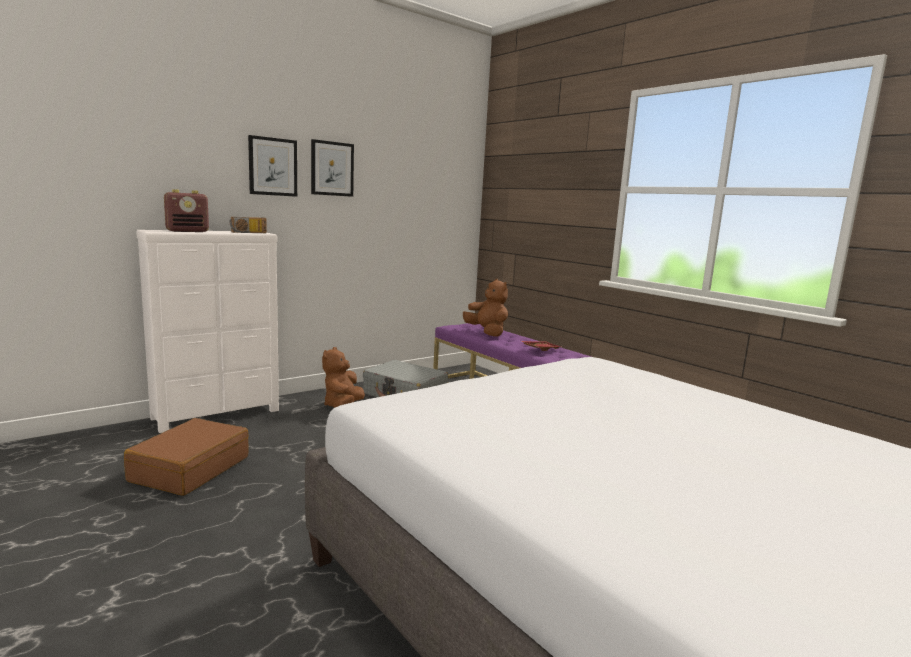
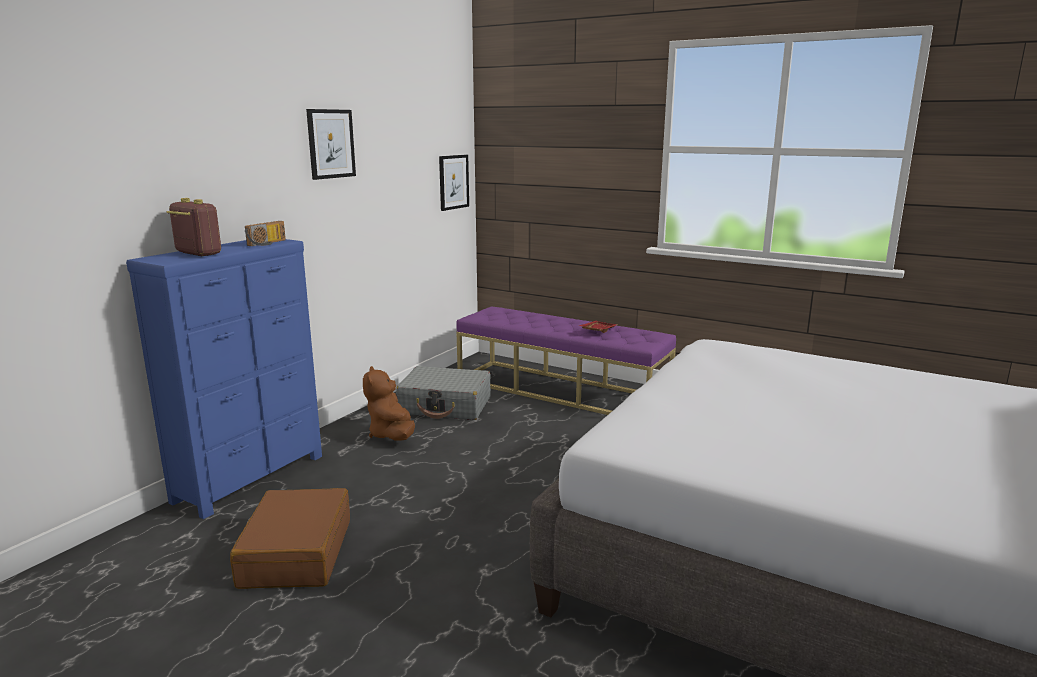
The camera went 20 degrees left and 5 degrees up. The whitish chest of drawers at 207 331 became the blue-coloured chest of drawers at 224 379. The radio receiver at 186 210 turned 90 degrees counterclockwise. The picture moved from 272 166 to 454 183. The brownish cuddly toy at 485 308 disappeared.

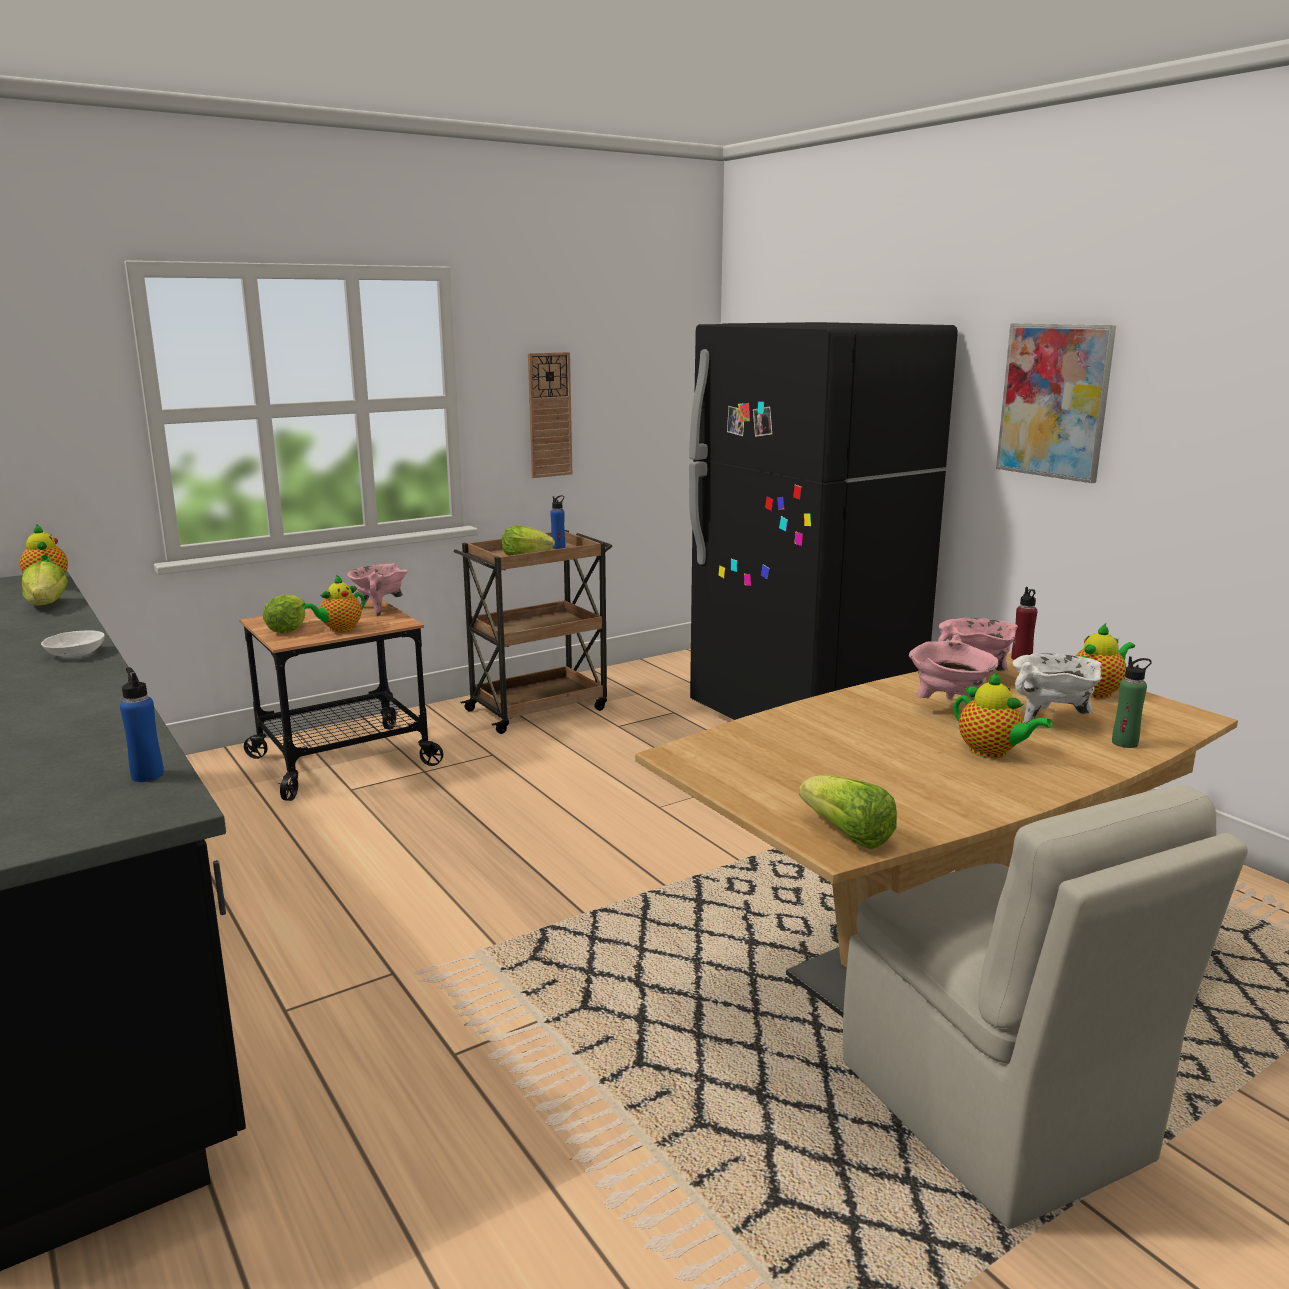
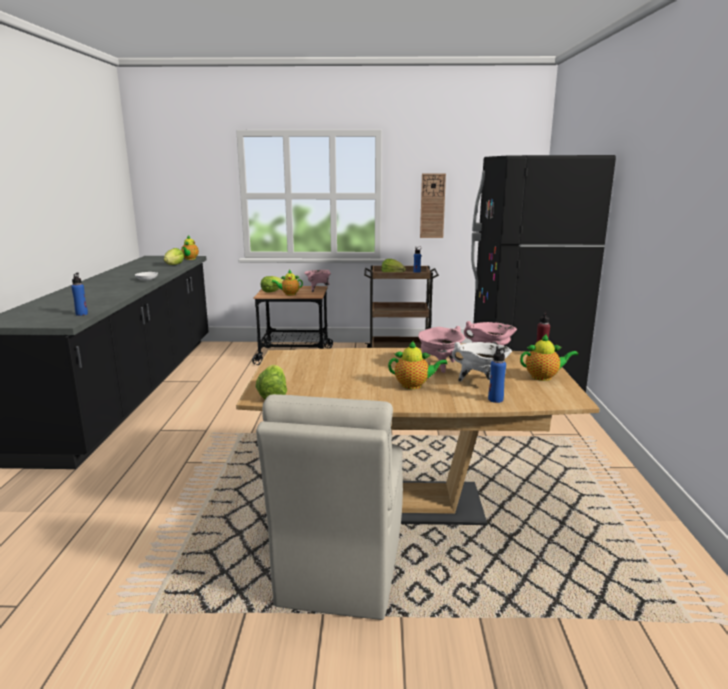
The camera went 35 degrees right and 0 degrees up. The teapot at 1003 715 turned 75 degrees counterclockwise. The picture at 1056 403 disappeared. The green beverage bottle at 1132 702 became the blue-coloured beverage bottle at 497 374.

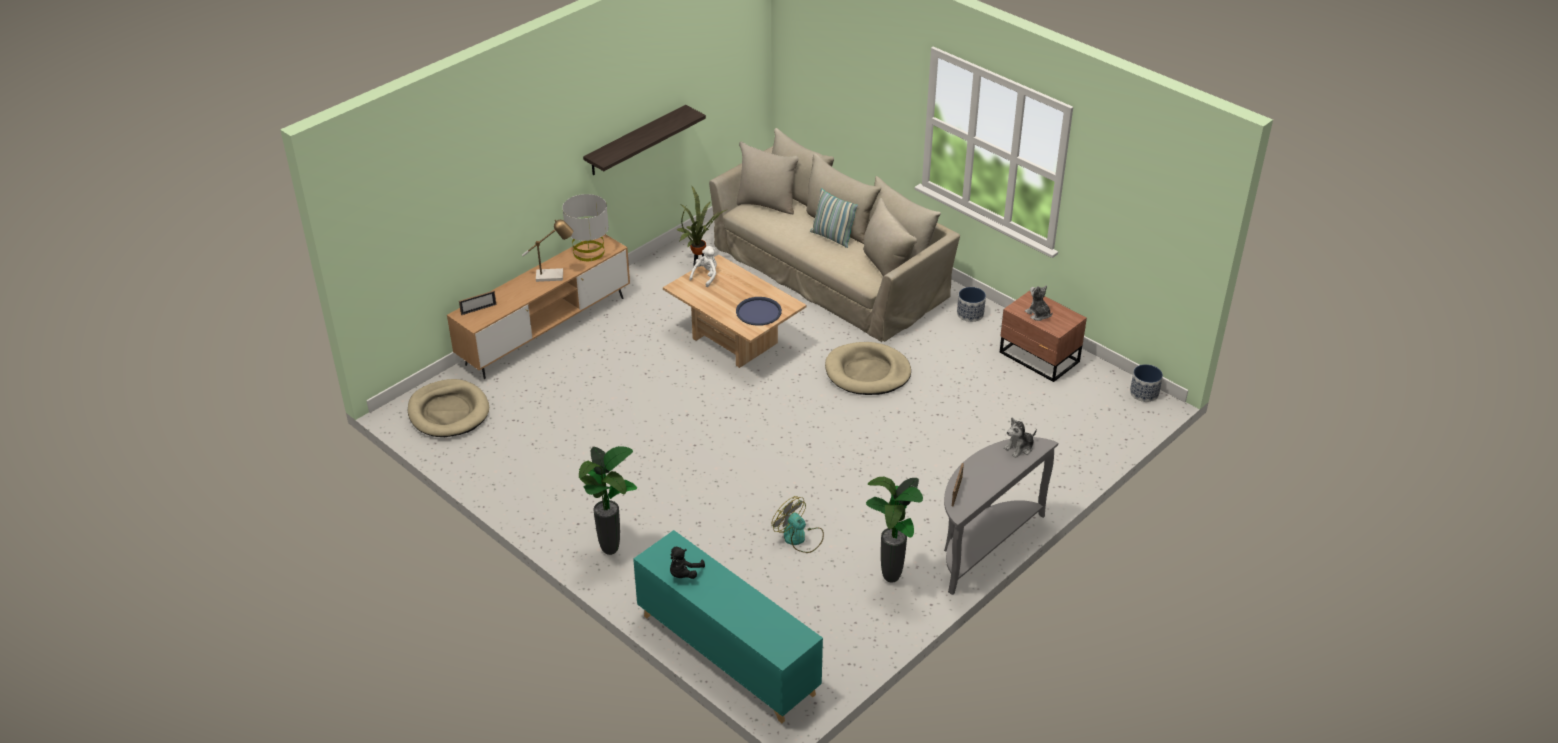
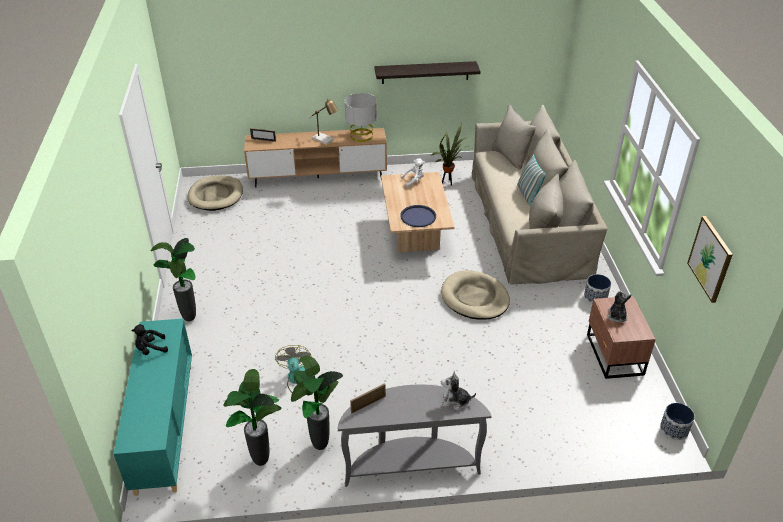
The camera went 40 degrees right and 0 degrees up. The plant in a pot at 252 417 appeared. The picture at 710 259 appeared.

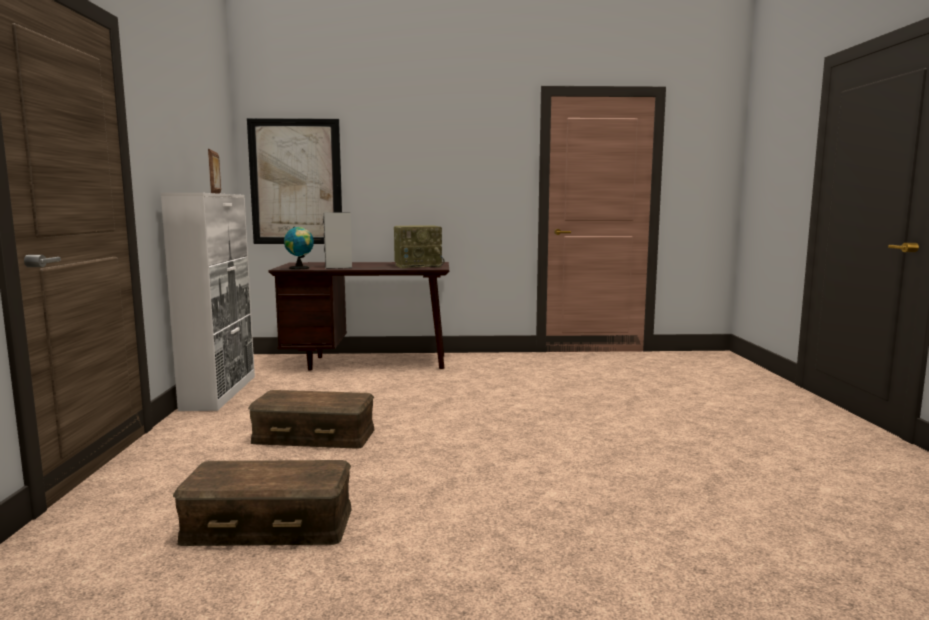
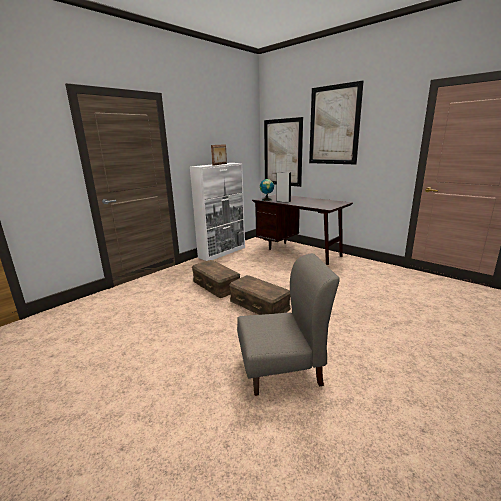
The camera went 45 degrees right and 10 degrees up. The brownish storage bin moved from 262 503 to 260 295. The radio receiver at 419 247 disappeared. The grey chair at 288 324 appeared. The picture at 336 122 appeared.

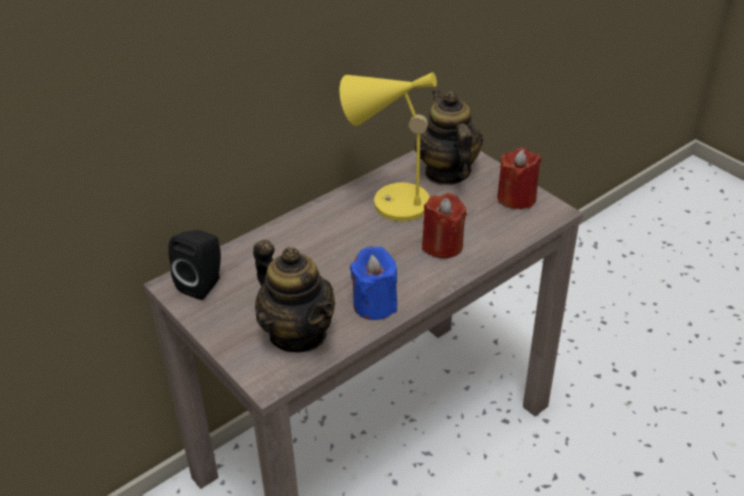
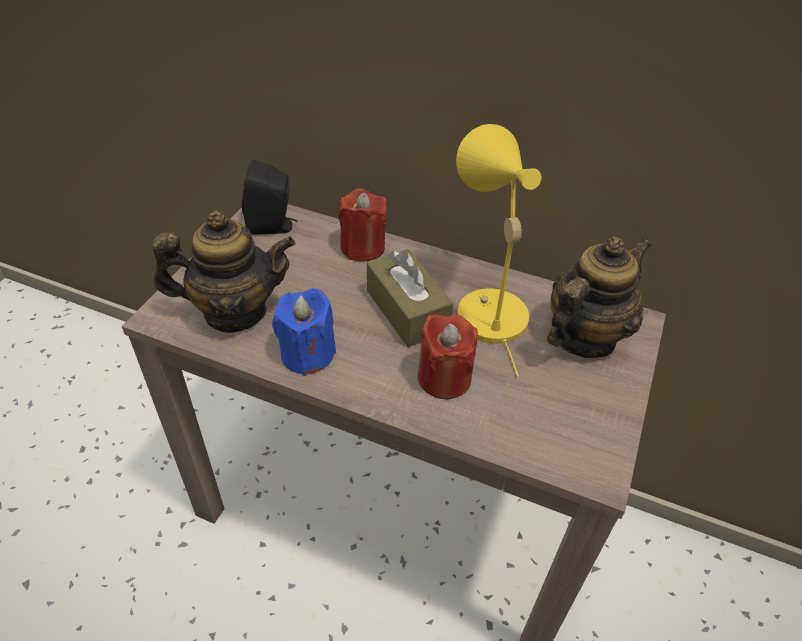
The camera went 60 degrees right and 5 degrees up. The teapot at 294 296 turned 120 degrees counterclockwise. The red wax light moved from 519 178 to 362 224. The brownish box of tissues at 410 298 appeared.

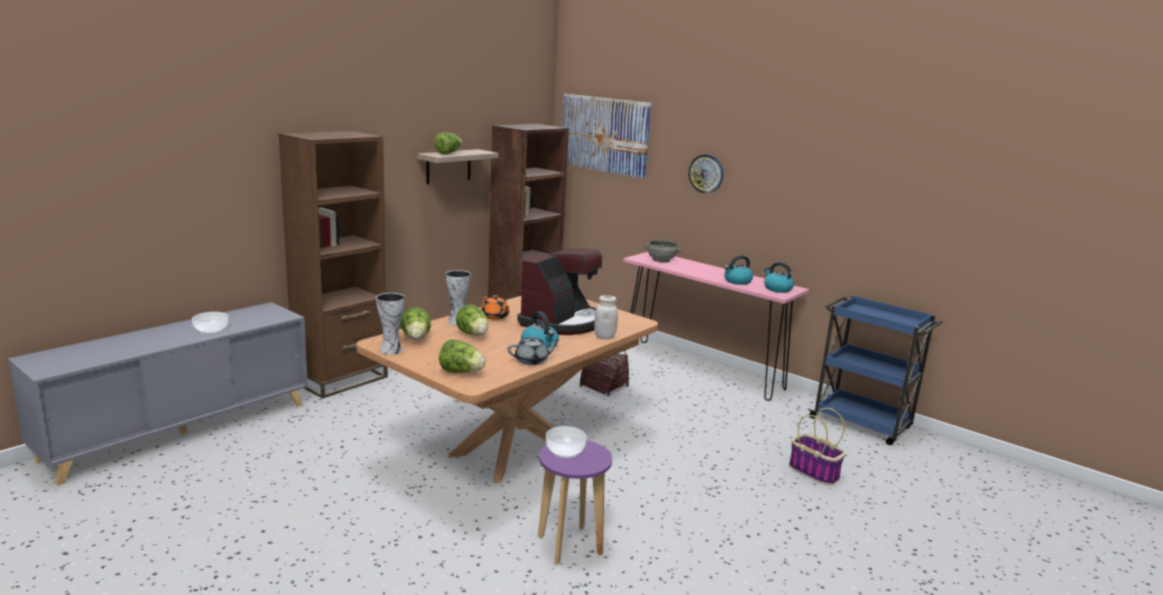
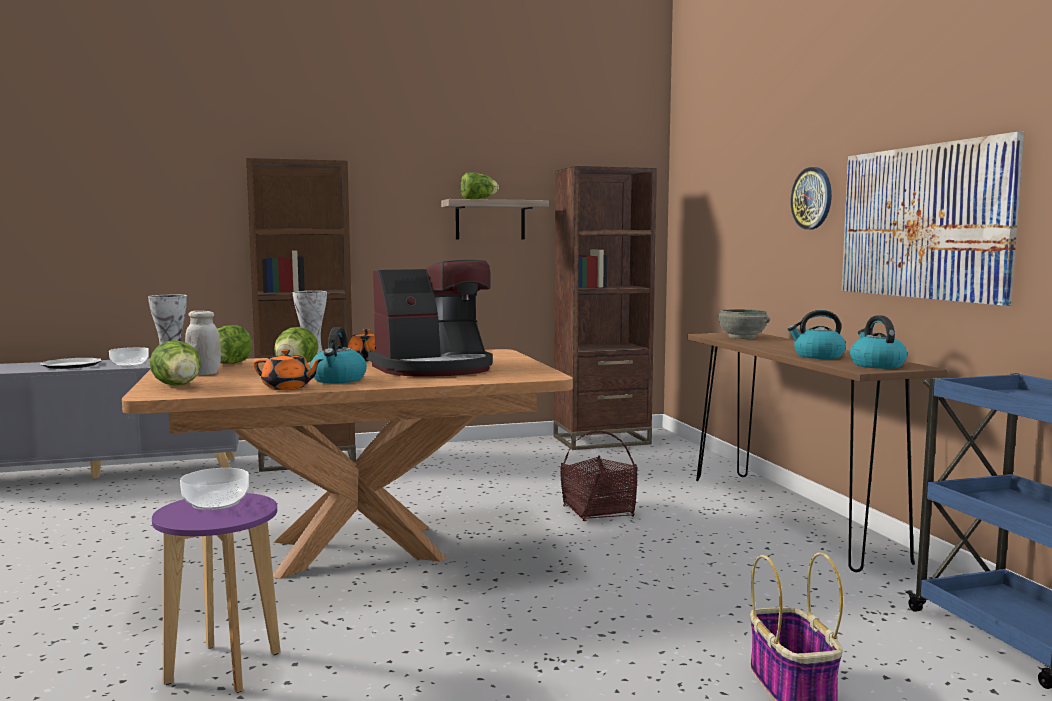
The camera went 35 degrees right and 10 degrees down. The grey teapot at 533 350 became the orange teapot at 289 369. The picture moved from 607 136 to 932 219. The whitish jar moved from 606 317 to 203 342. The pink-coloured hall table at 716 326 became the brownish hall table at 817 452. The flat dish at 71 363 appeared.

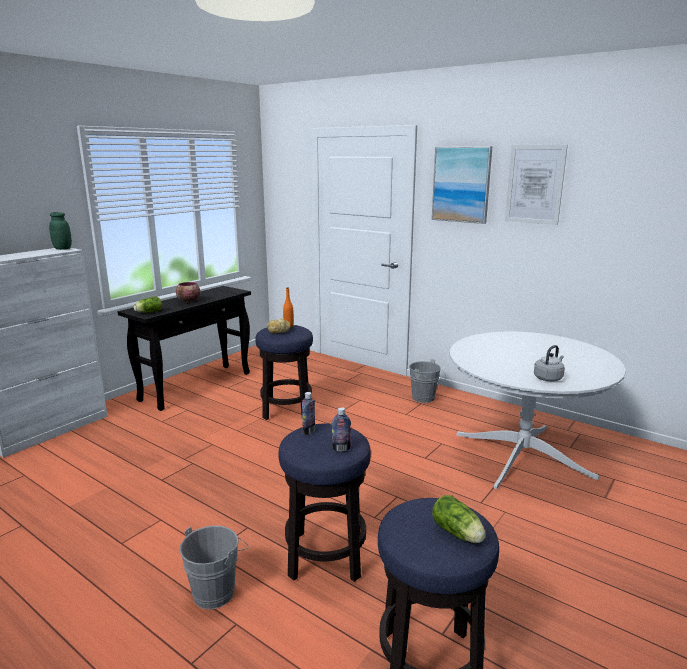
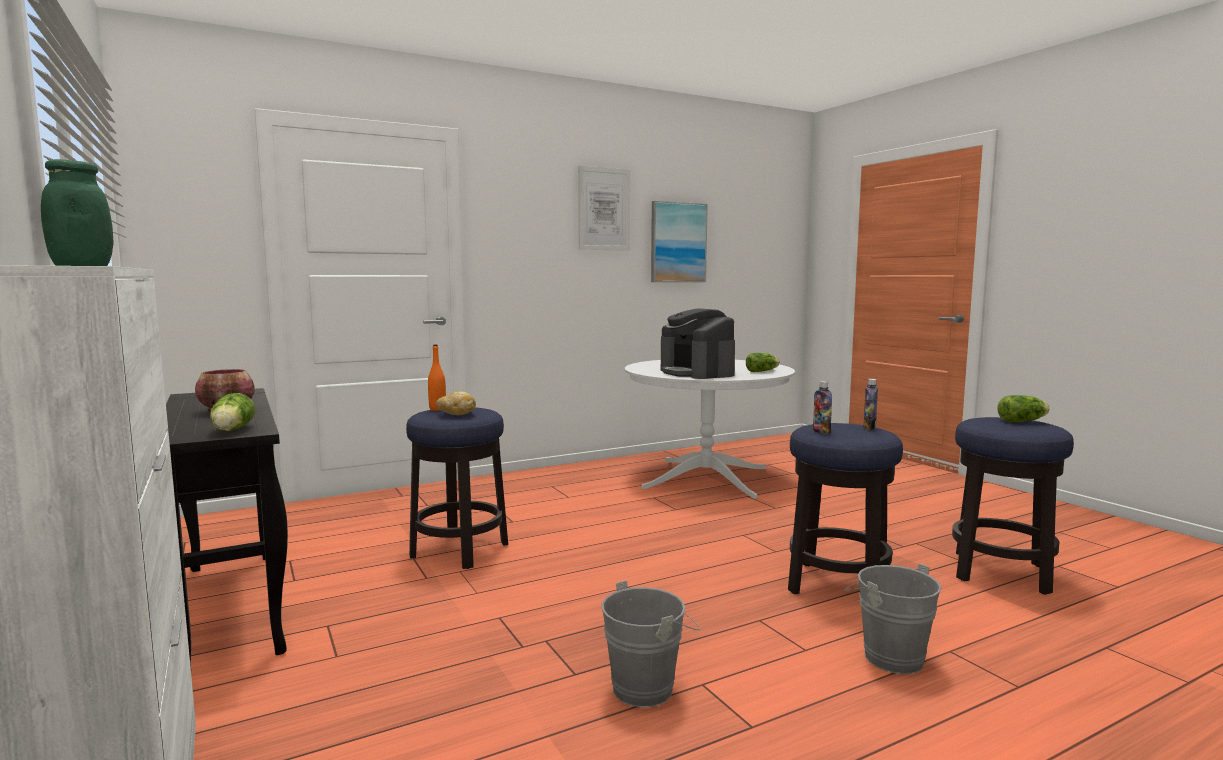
The camera went 65 degrees left and 10 degrees down. The grey water bucket moved from 427 381 to 651 643. The picture moved from 462 185 to 679 241. The grey water kettle at 549 363 was replaced by the lettuce head at 763 362. The coffee brewer at 698 343 appeared.

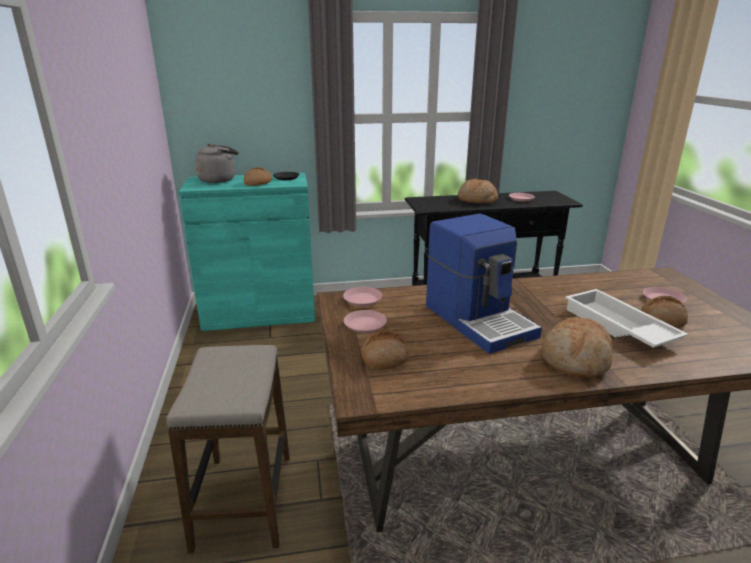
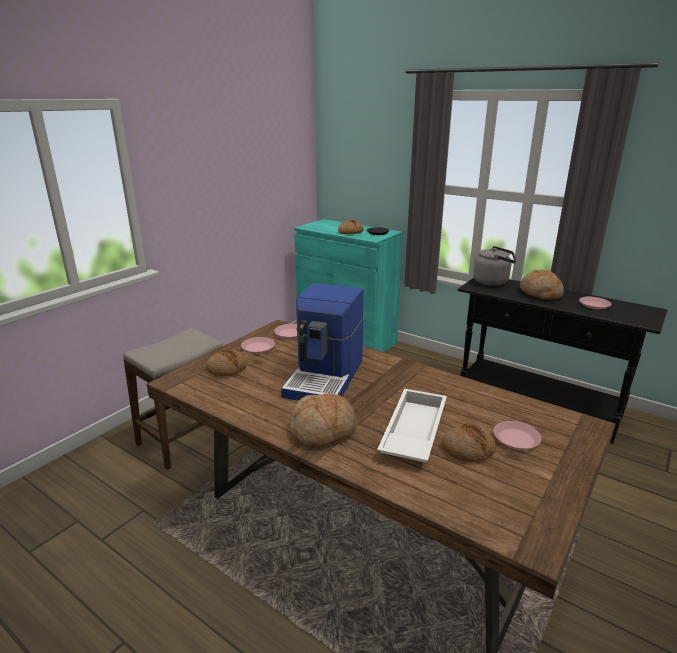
The camera went 45 degrees right and 0 degrees up. The grey water kettle moved from 217 163 to 494 266.

